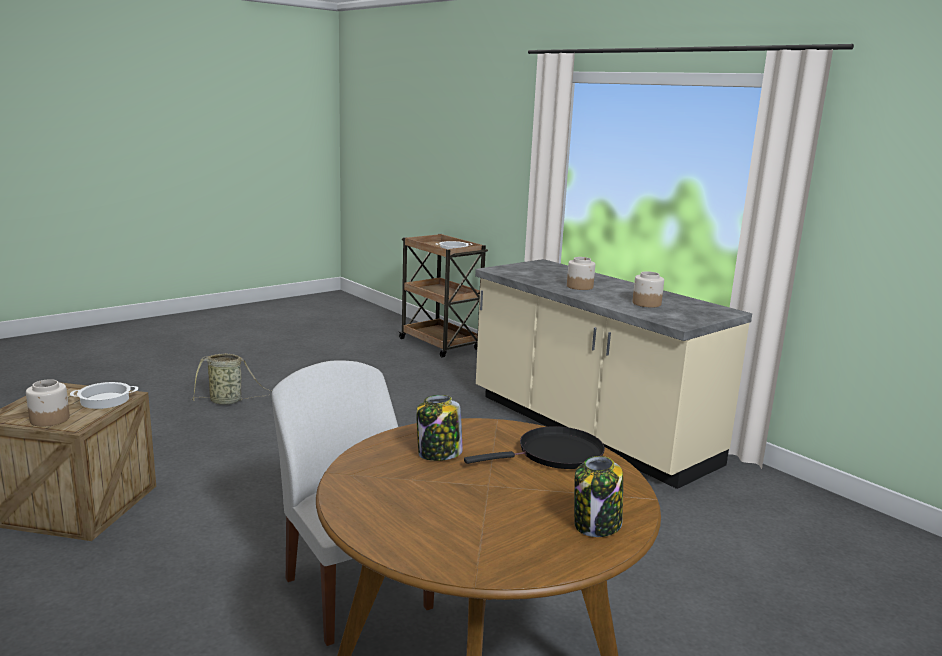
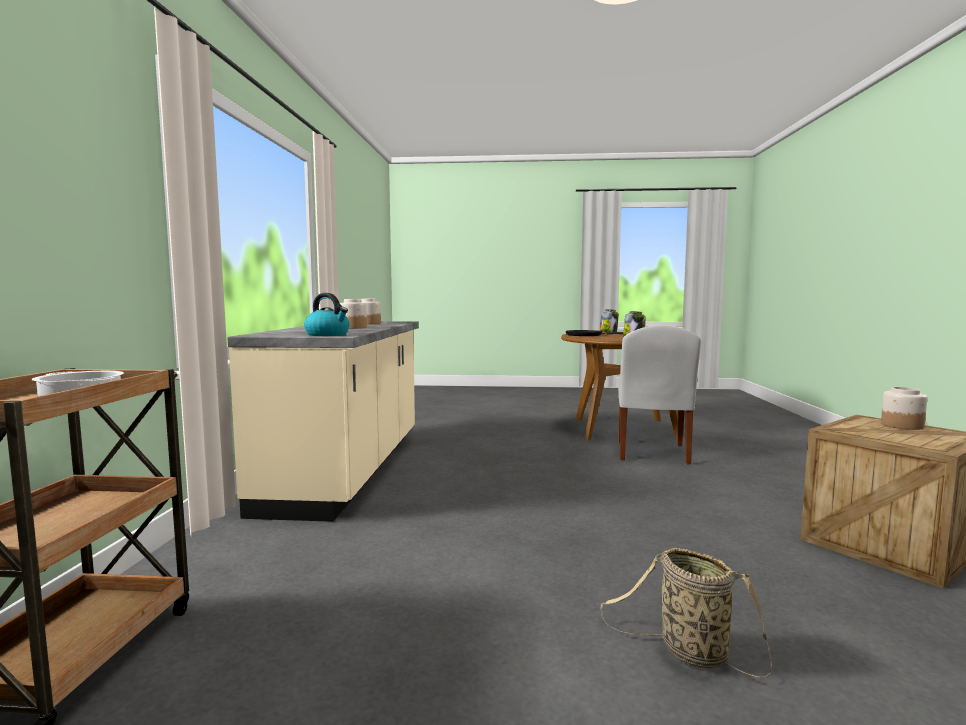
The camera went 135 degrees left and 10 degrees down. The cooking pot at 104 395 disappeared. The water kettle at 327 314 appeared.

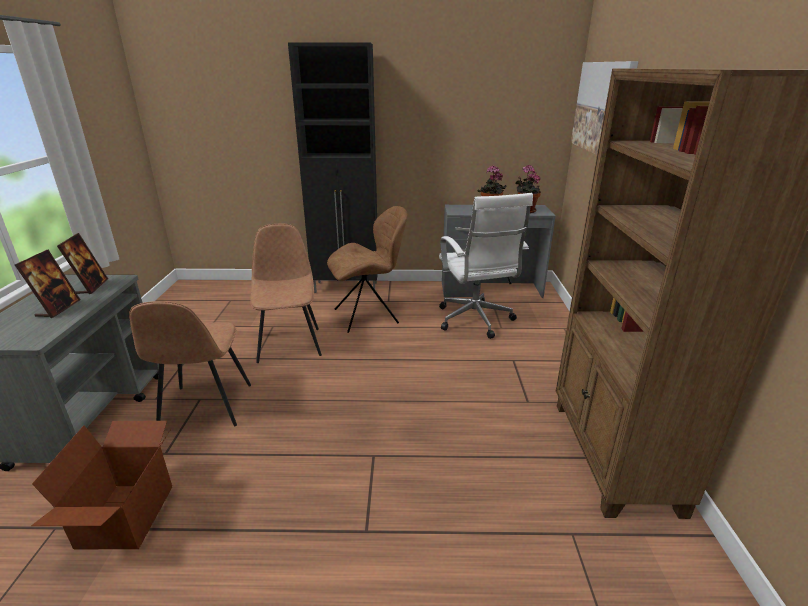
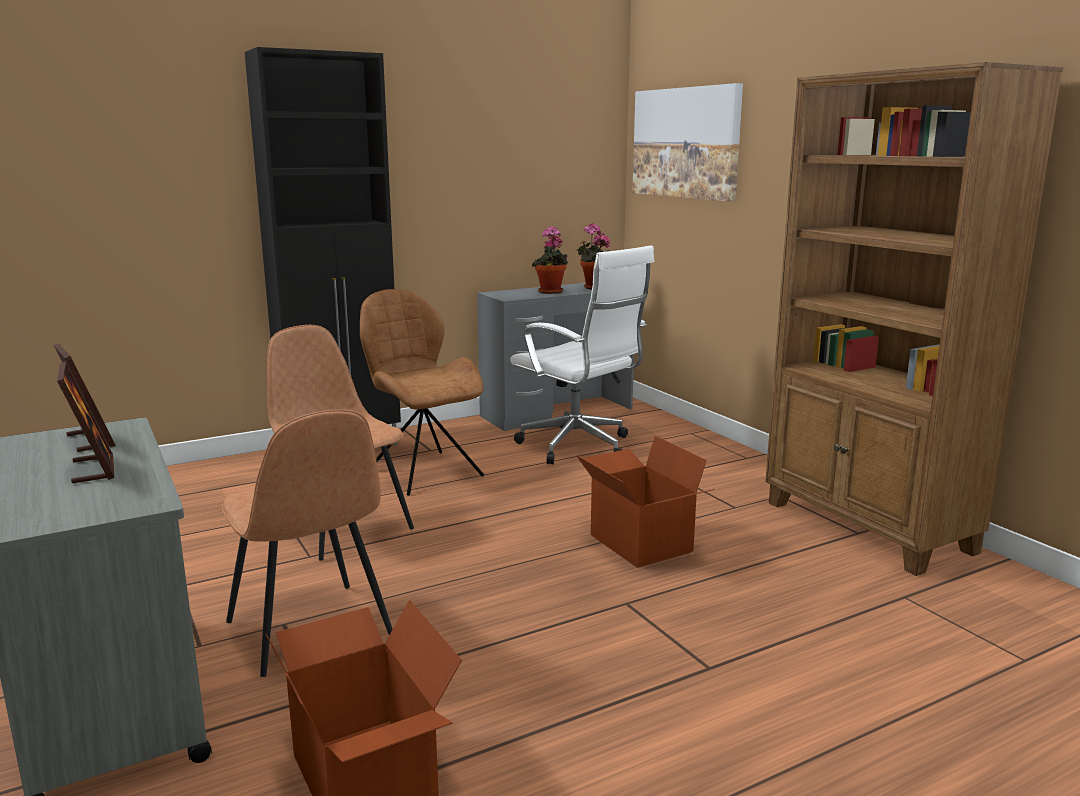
The camera went 30 degrees left and 10 degrees down. The brownish chair at 367 269 turned 75 degrees counterclockwise. The cardboard box at 645 502 appeared.

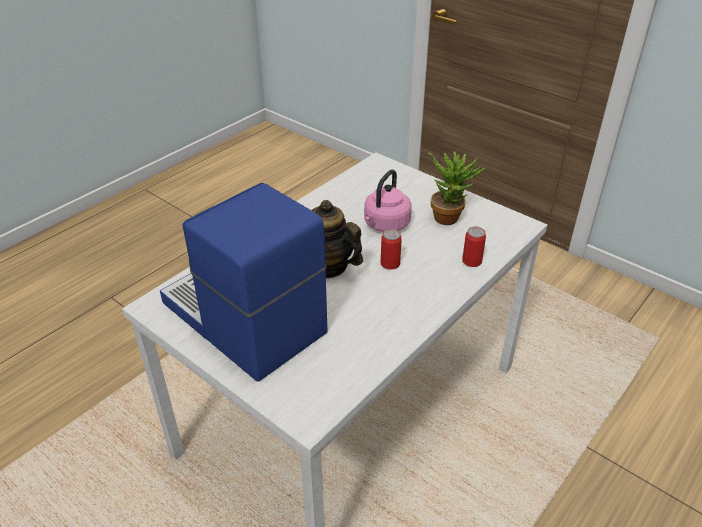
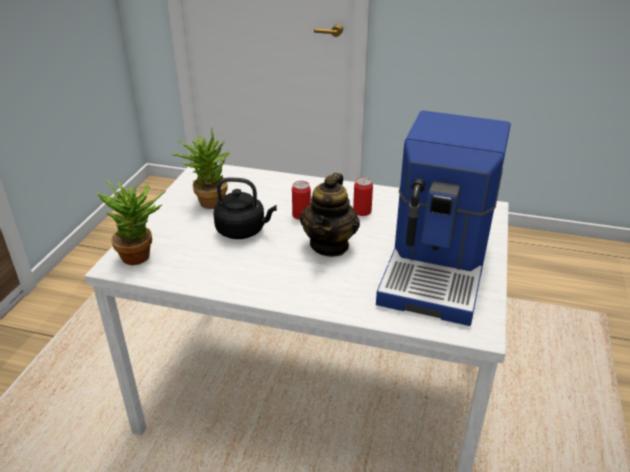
The camera went 115 degrees left and 5 degrees down. The pink-coloured water kettle at 388 200 became the blackish water kettle at 245 208. The sealed can moved from 474 246 to 363 196. The plant in a pot at 131 222 appeared.

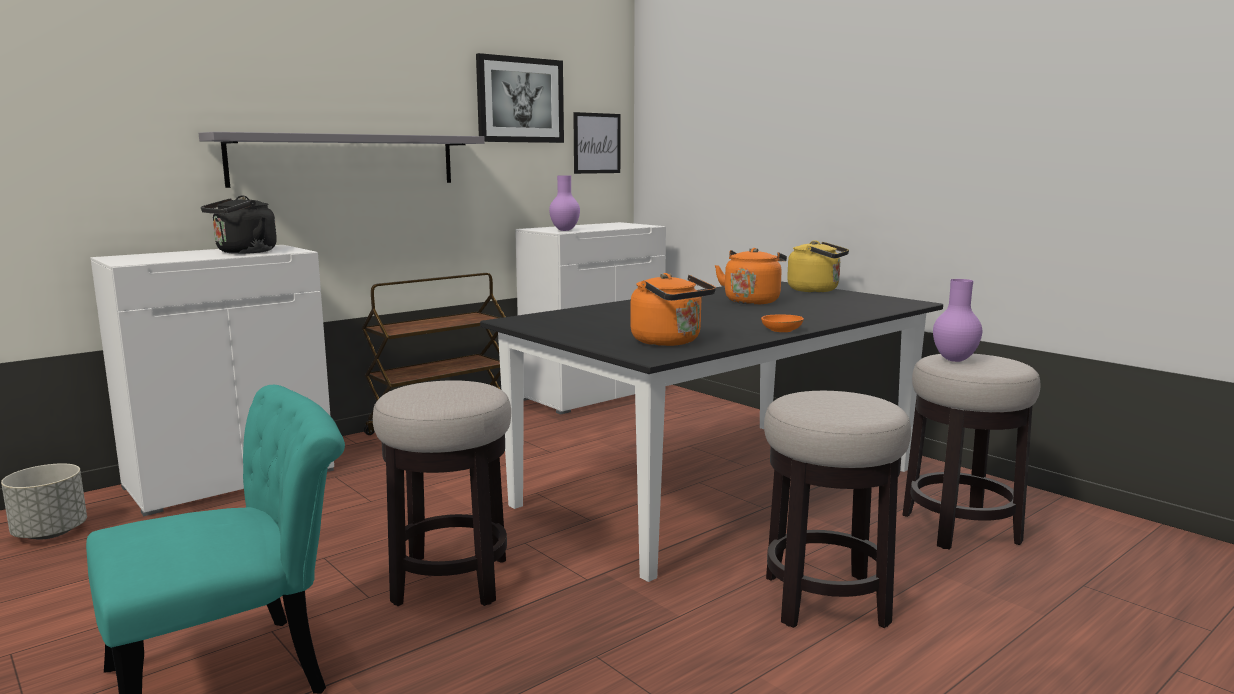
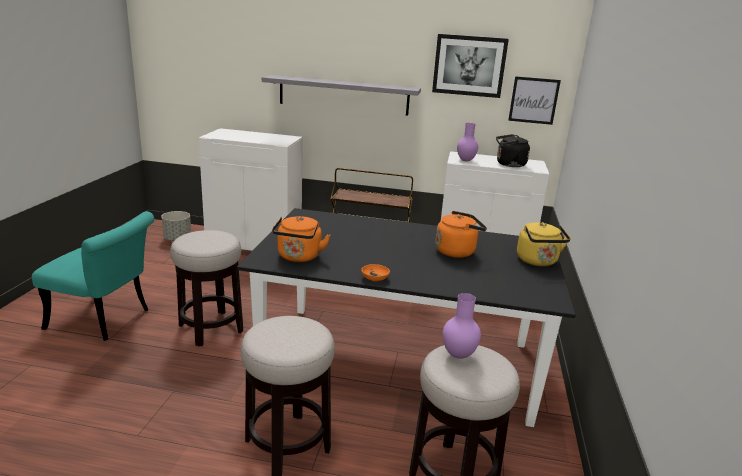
The camera went 50 degrees right and 10 degrees up. The blackish water kettle moved from 239 225 to 513 150.

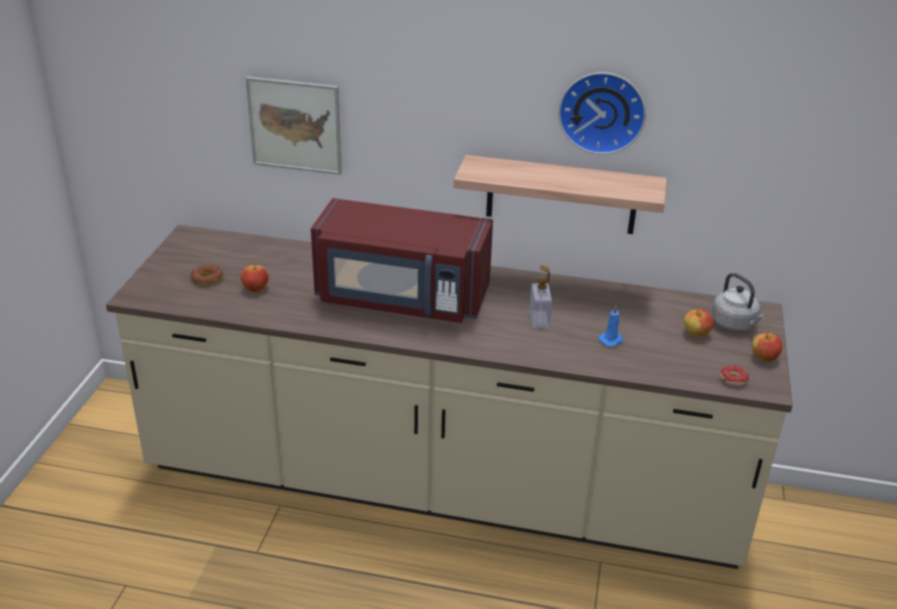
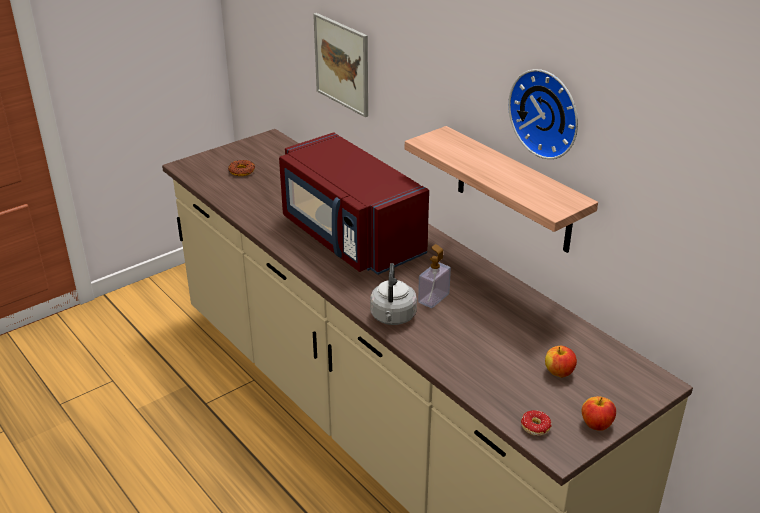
The camera went 40 degrees right and 0 degrees up. The apple at 255 278 disappeared. The blue-coloured wax light at 611 325 disappeared. The grey water kettle moved from 739 302 to 393 294.

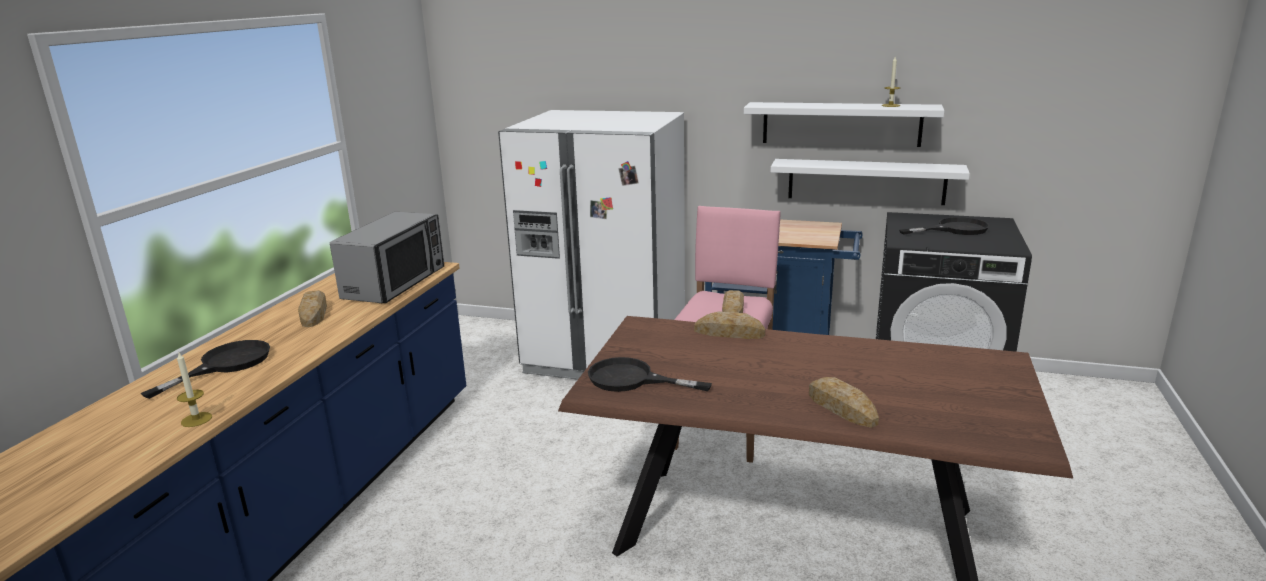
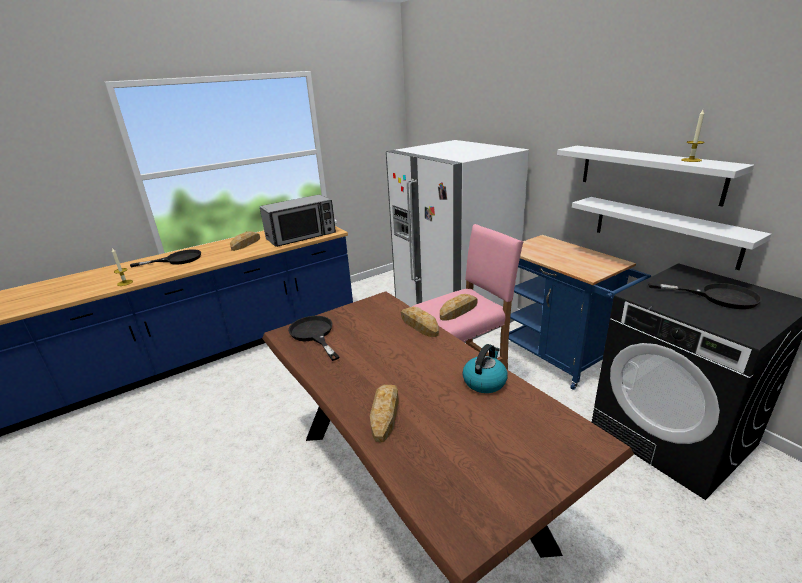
The camera went 40 degrees right and 5 degrees up. The water kettle at 485 368 appeared.

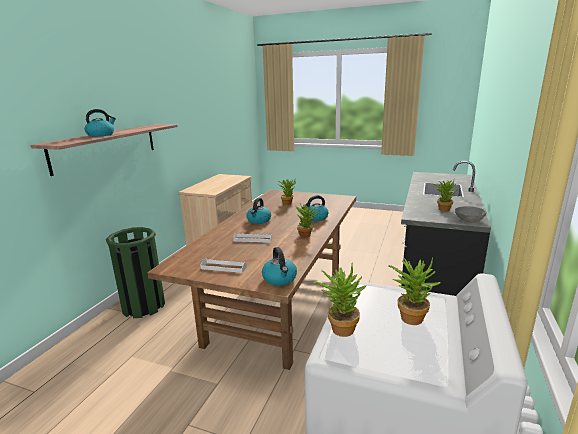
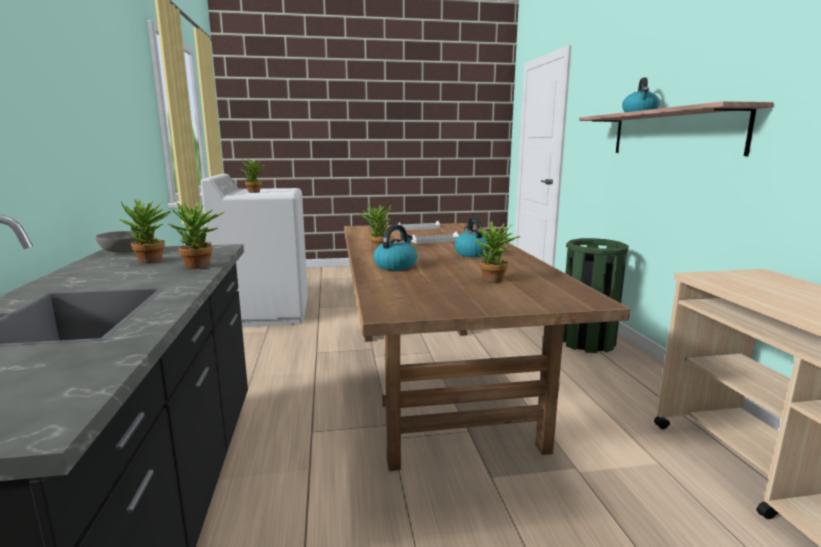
The camera went 150 degrees right and 5 degrees down. The water kettle at 279 266 disappeared. The plant in a pot moved from 339 300 to 196 235.

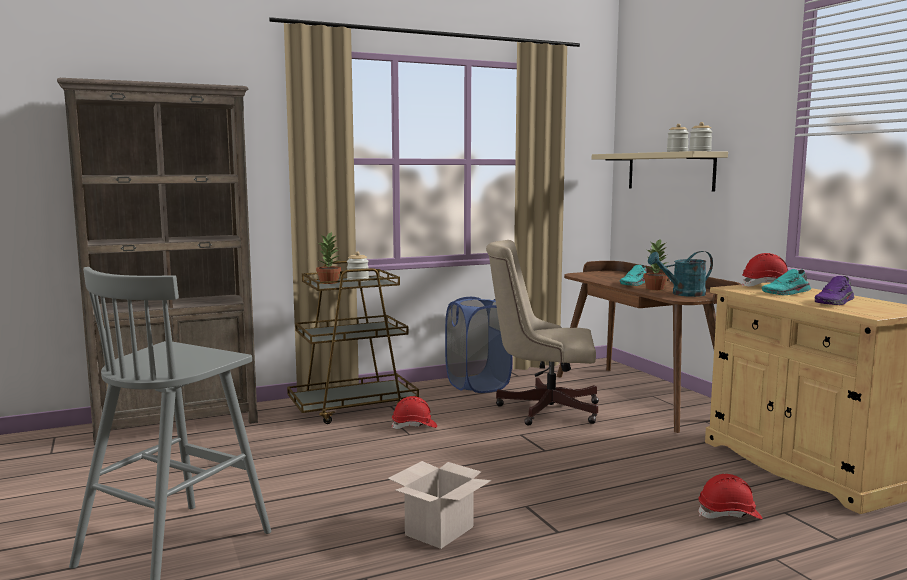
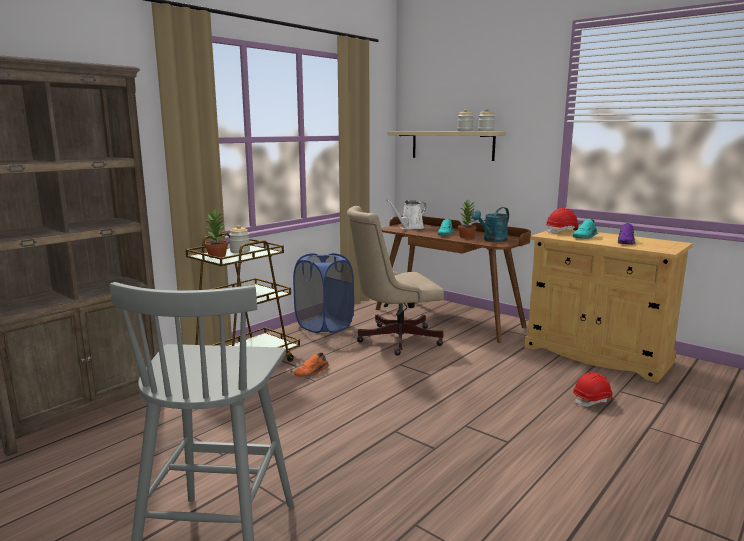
The camera went 25 degrees left and 5 degrees up. The cardboard box at 439 505 disappeared. The red safety helmet at 414 412 was replaced by the orange low shoe at 311 365. The whitish sprinkling can at 406 215 appeared.

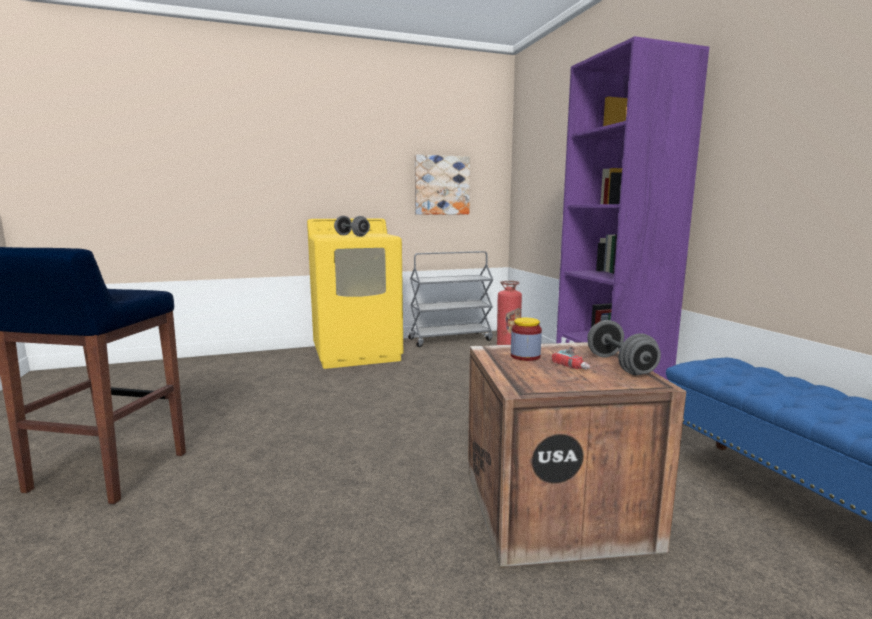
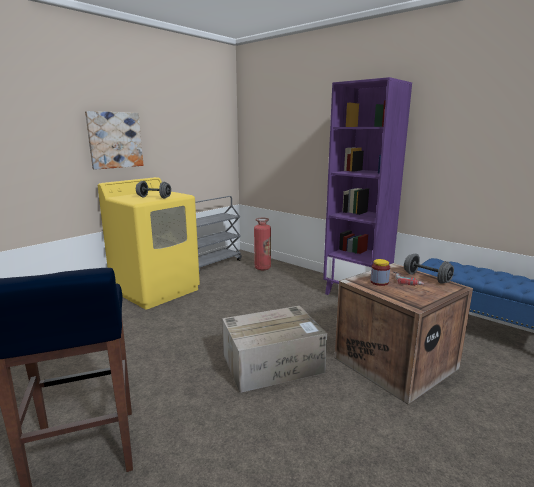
The camera went 30 degrees left and 5 degrees up. The picture moved from 442 185 to 114 140. The cardboard box at 274 349 appeared.

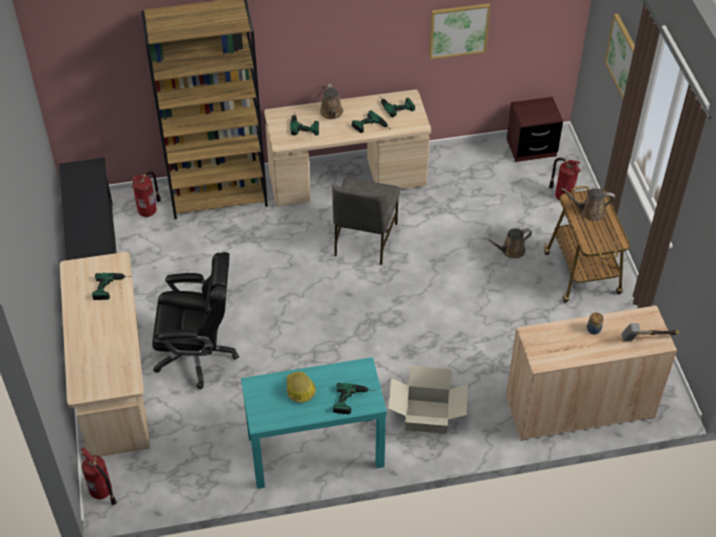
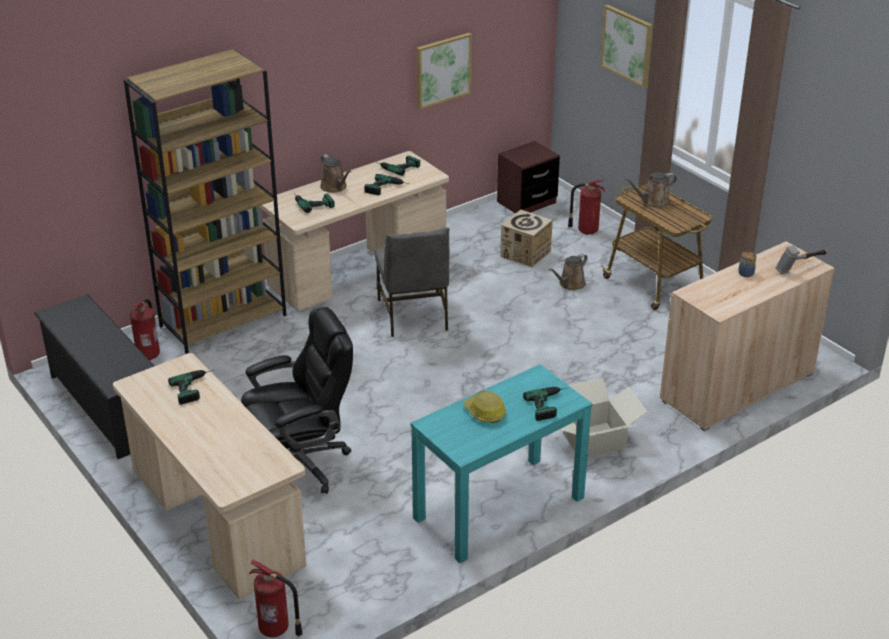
The camera went 25 degrees left and 15 degrees down. The cardboard box at 526 238 appeared.

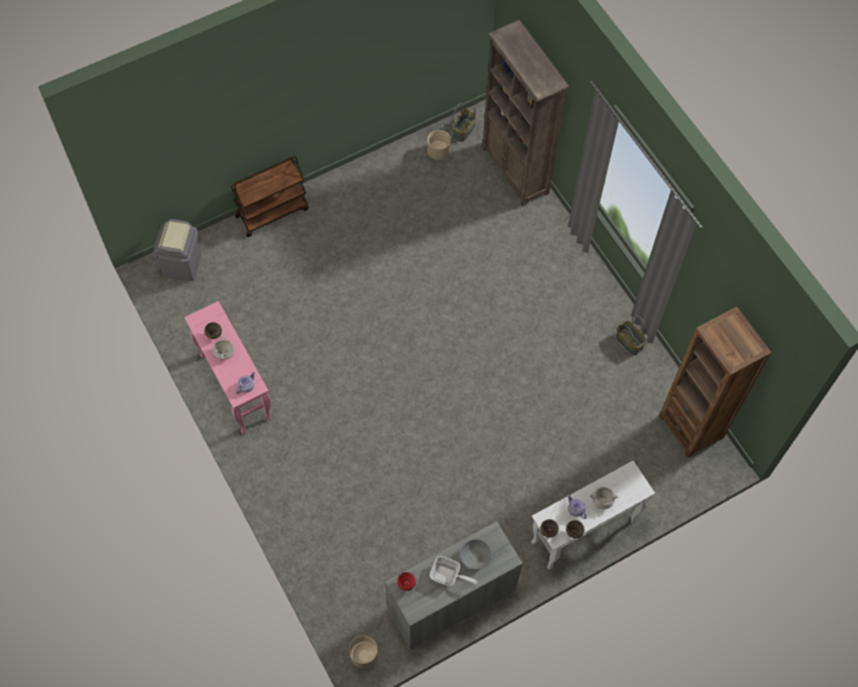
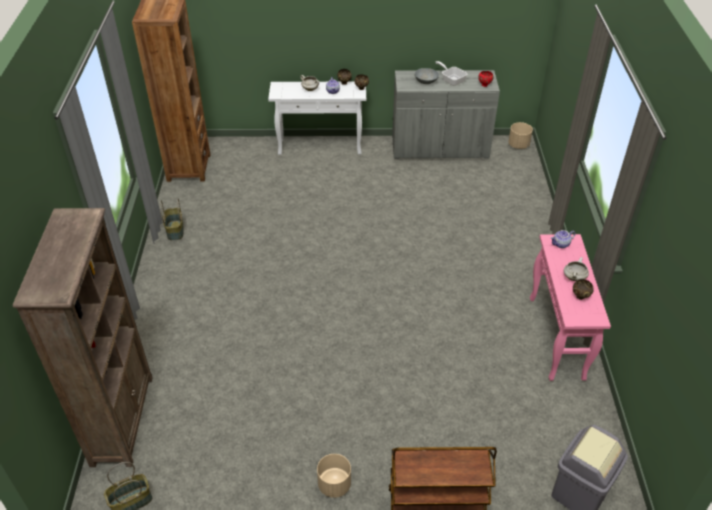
The camera went 150 degrees left and 20 degrees down. The sand-coloured planter moved from 439 145 to 334 476.

